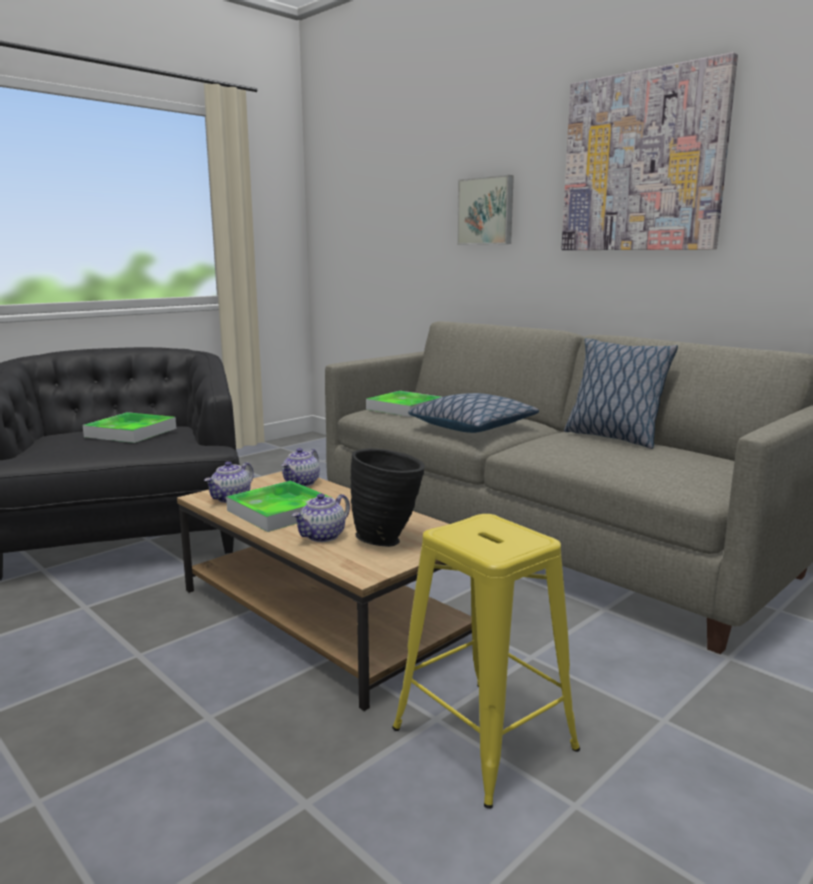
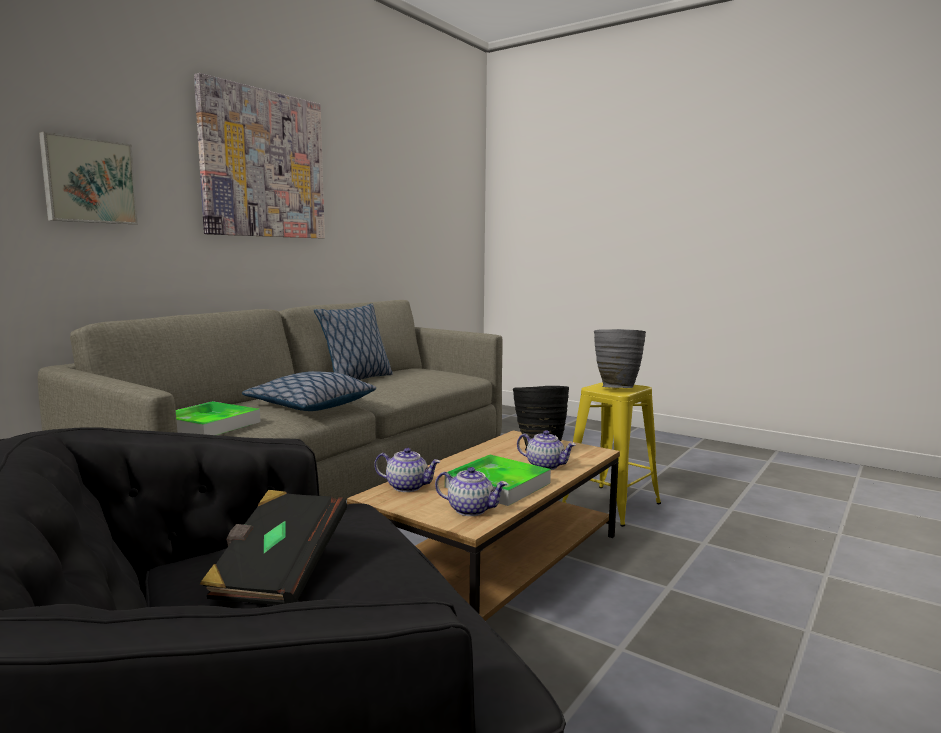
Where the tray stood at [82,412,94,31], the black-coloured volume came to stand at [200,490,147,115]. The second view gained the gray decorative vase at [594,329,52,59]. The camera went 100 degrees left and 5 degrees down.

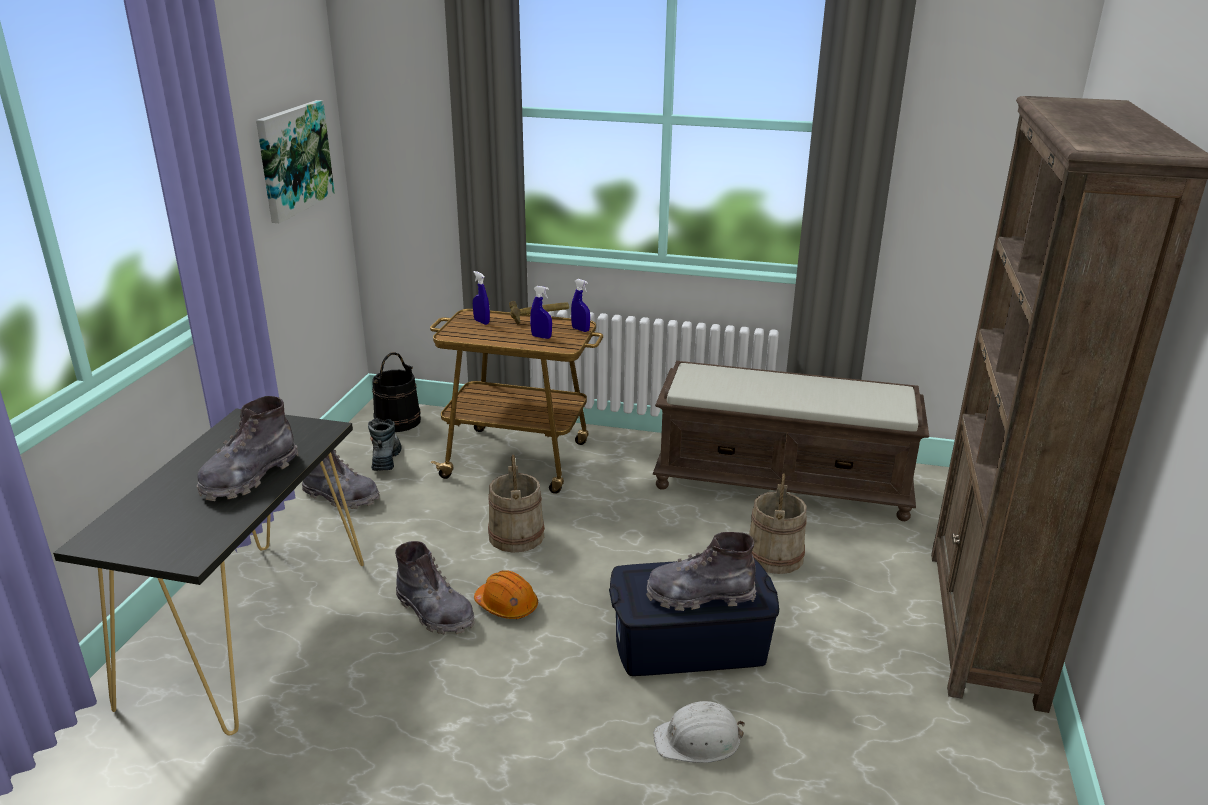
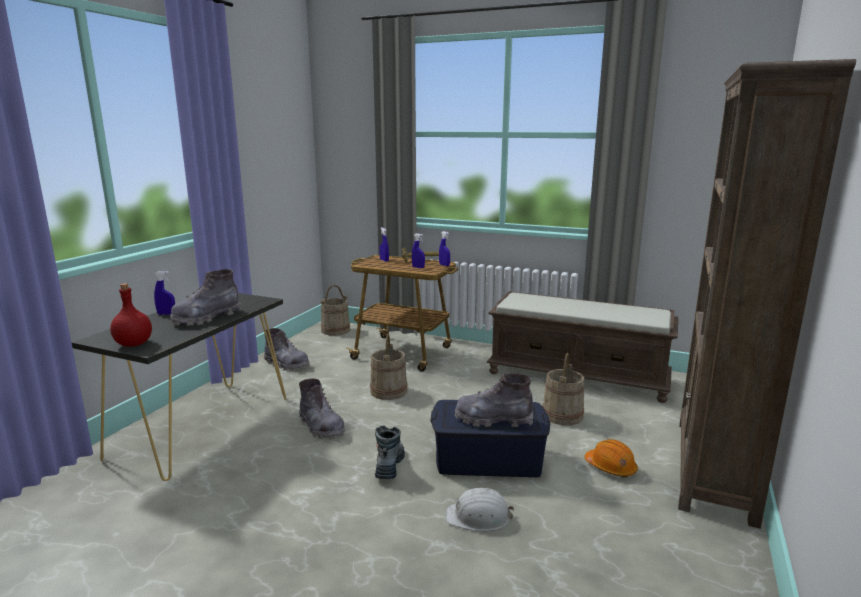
The second view gained the reddish bottle at [110,283,42,64]. The second view gained the blue spray bottle at [154,271,21,44]. What was the black-coloured pail at [372,352,49,80] turned into the beige pail at [320,285,30,51]. The high-top boot ended up elsewhere, having gone from [368,418,33,53] to [375,425,30,54]. The orangey work helmet ended up elsewhere, having gone from [474,570,64,49] to [585,439,53,38]. The second view lost the picture at [256,100,79,123]. The camera went 10 degrees right and 10 degrees down.

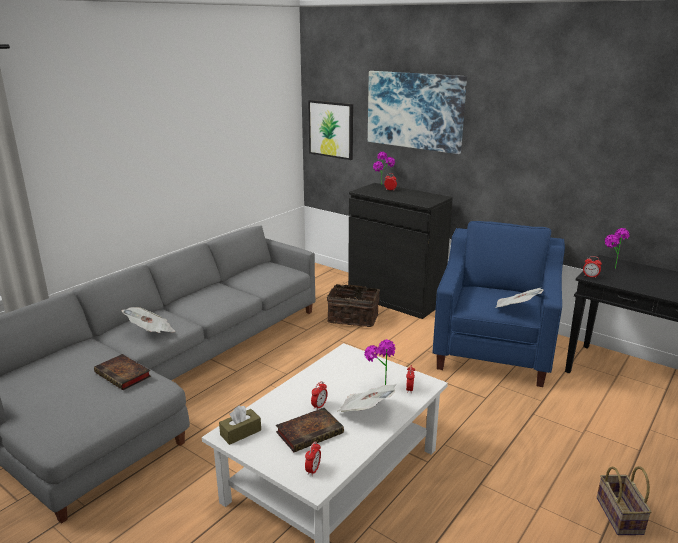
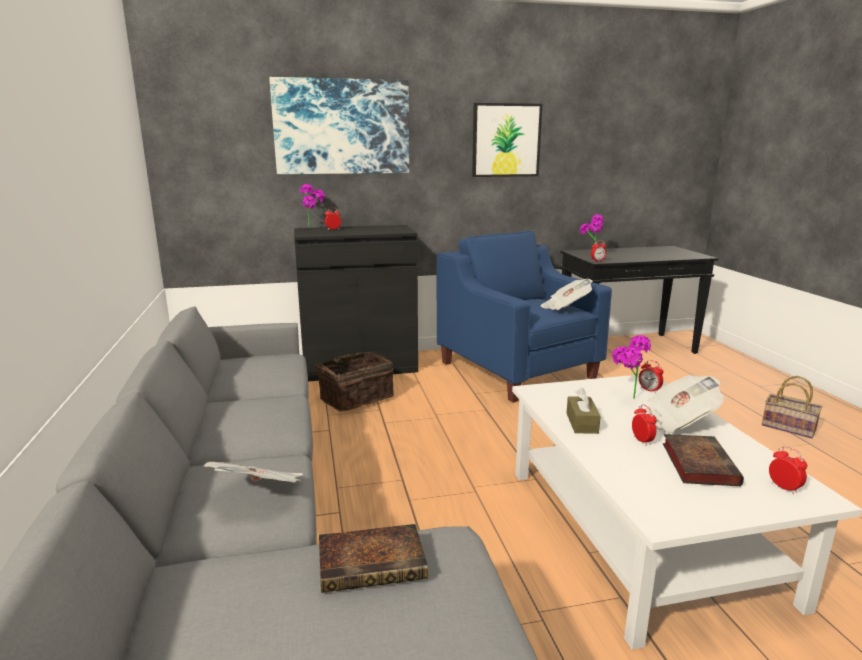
The picture ended up elsewhere, having gone from [308,100,45,60] to [472,103,71,74]. The brownish tissue holder ended up elsewhere, having gone from [219,406,42,39] to [567,388,34,46]. The camera went 50 degrees left and 5 degrees down.

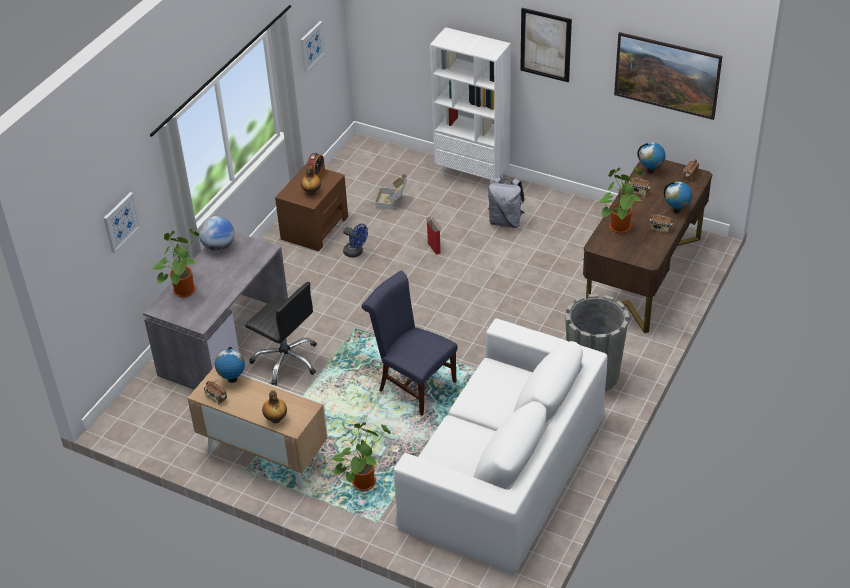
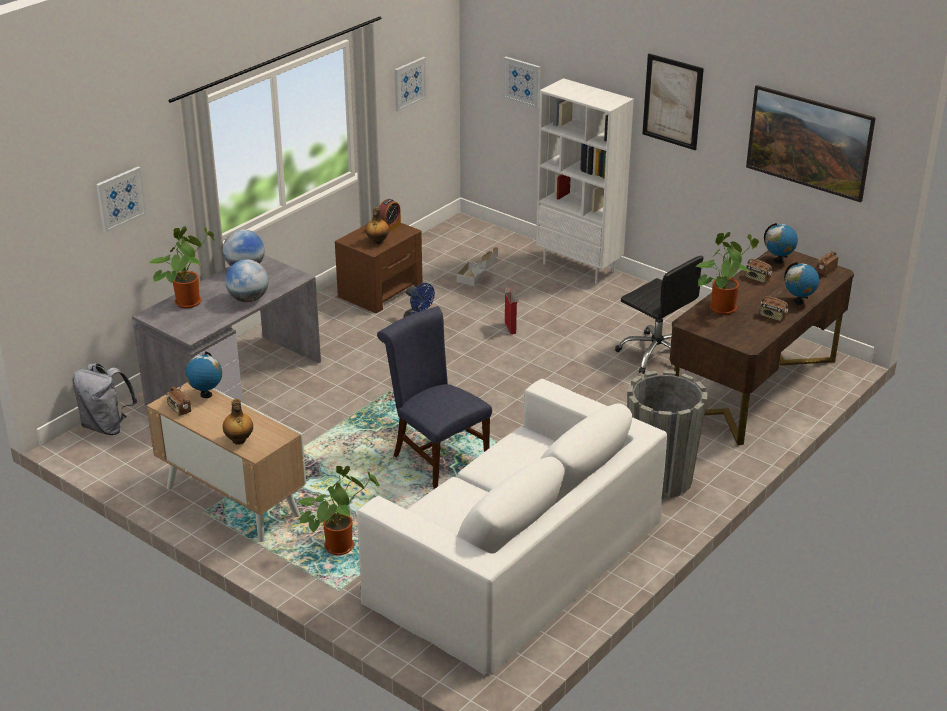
The gray backpack ended up elsewhere, having gone from [488,177,37,51] to [73,363,64,72]. The second view gained the world globe at [225,259,44,43]. The second view gained the picture at [503,57,38,52]. The black-coloured desk chair ended up elsewhere, having gone from [245,282,72,103] to [615,256,89,118]. The camera went 10 degrees right and 10 degrees down.

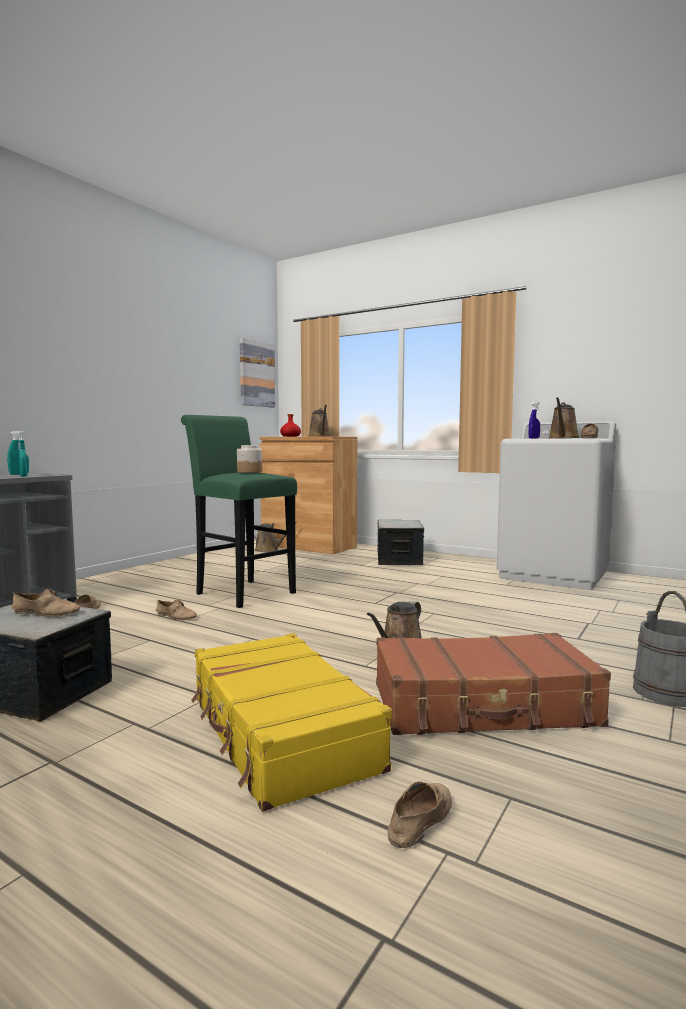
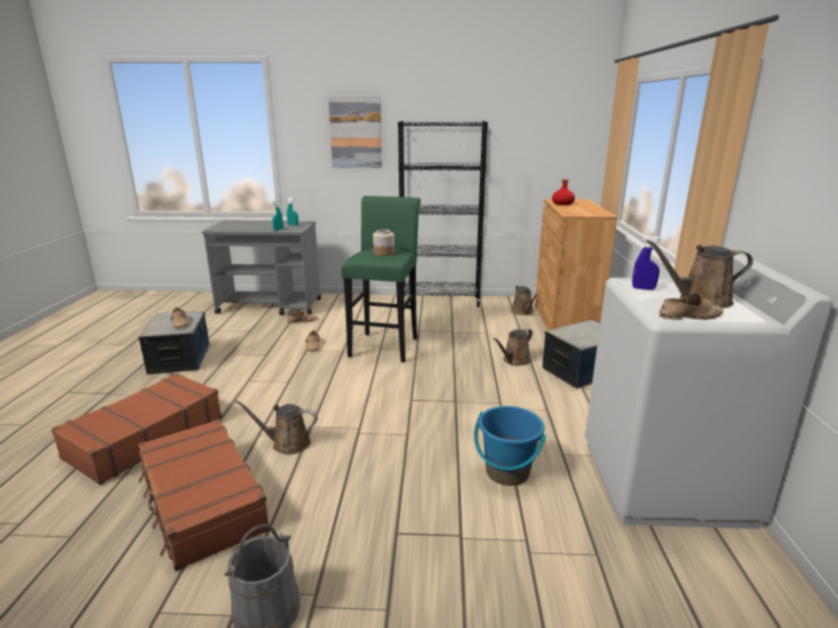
What was the yellowish piece of luggage at [191,633,201,179] turned into the brownish piece of luggage at [51,373,171,112]. The picture ended up elsewhere, having gone from [240,337,35,71] to [328,96,54,72]. The second view gained the black-coloured bookshelf at [398,121,90,186]. The second view gained the blue pail at [474,406,72,80]. The brownish sprinkling can ended up elsewhere, having gone from [309,405,22,32] to [493,328,39,38]. The second view lost the beige shoe at [387,781,65,67]. The camera went 60 degrees right and 15 degrees up.

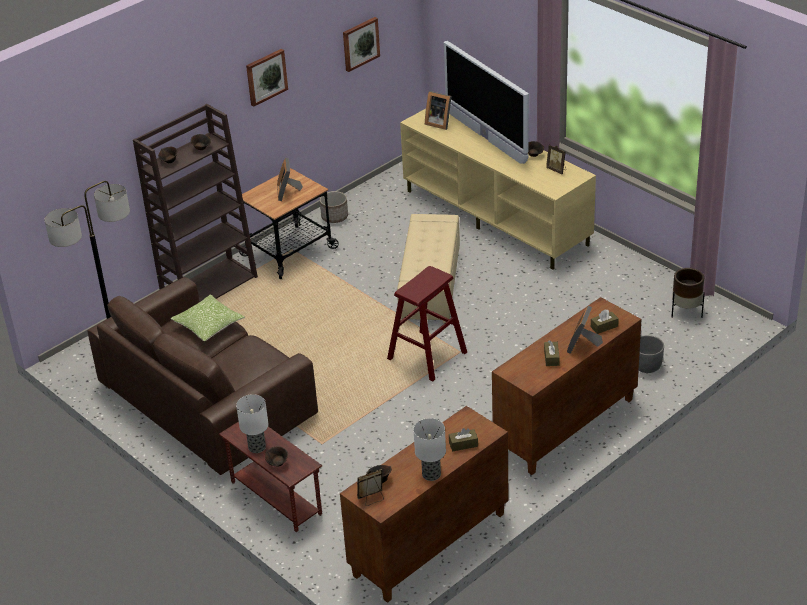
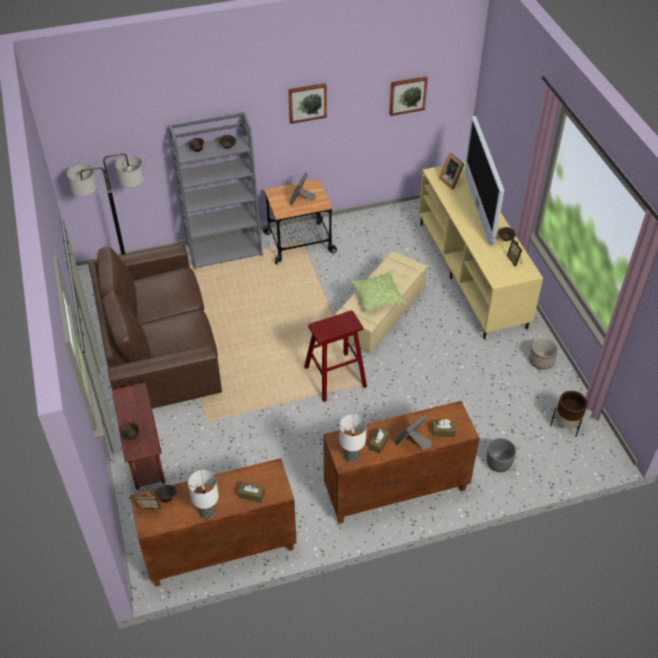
What was the brownish bookshelf at [133,104,125,198] turned into the gray bookshelf at [169,112,94,158]. The table lamp ended up elsewhere, having gone from [236,394,32,59] to [339,414,28,49]. The pillow ended up elsewhere, having gone from [170,295,75,46] to [351,272,55,39]. The plant pot ended up elsewhere, having gone from [320,191,28,32] to [529,338,29,32]. The camera went 25 degrees right and 10 degrees up.

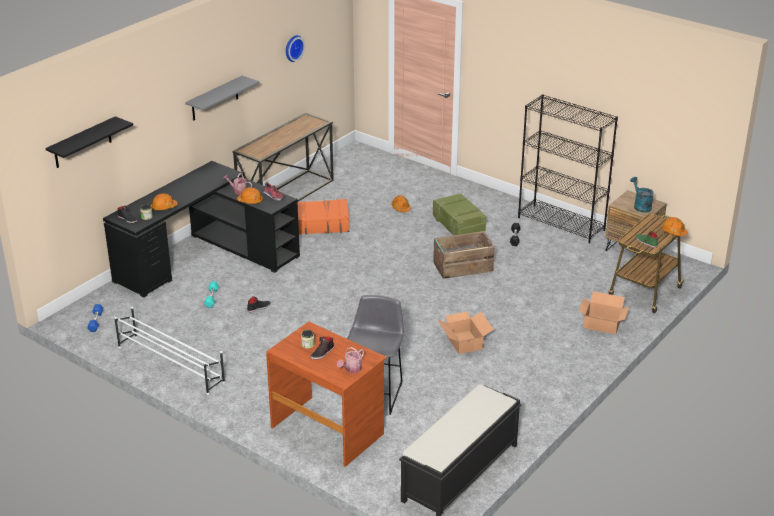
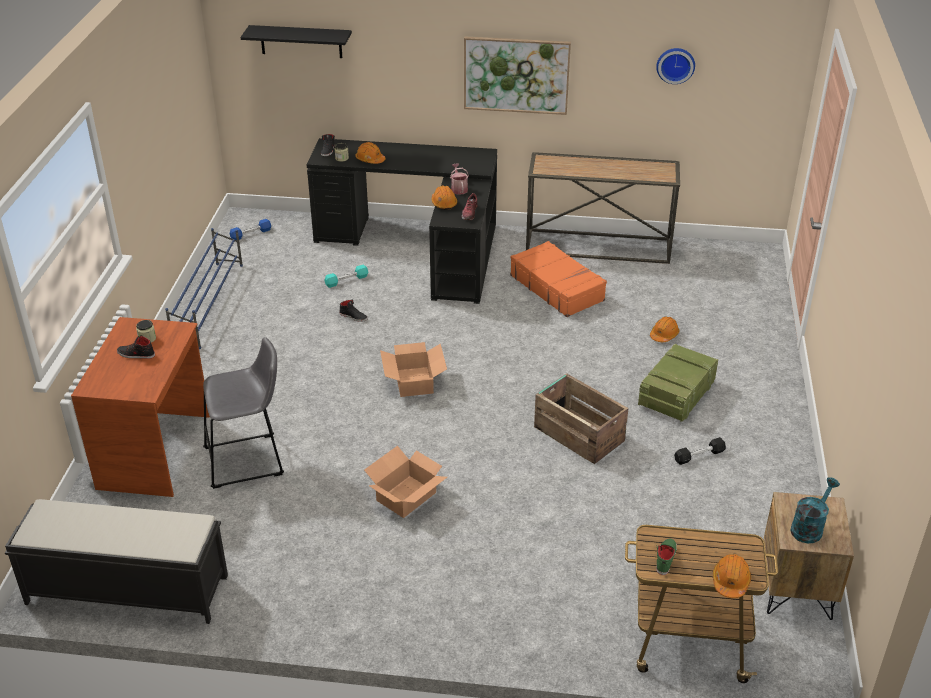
What was the white-coloured shoe rack at [114,307,111,88] turned into the blue shoe rack at [165,228,78,121]. The packing box ended up elsewhere, having gone from [579,291,50,43] to [380,342,67,55]. Where the gray bracket shelf hung at [185,76,74,45], the picture came to hang at [464,36,107,79]. The second view lost the sprinkling can at [337,347,27,26]. The second view lost the black-coloured bookshelf at [518,94,100,149]. The camera went 60 degrees right and 5 degrees up.

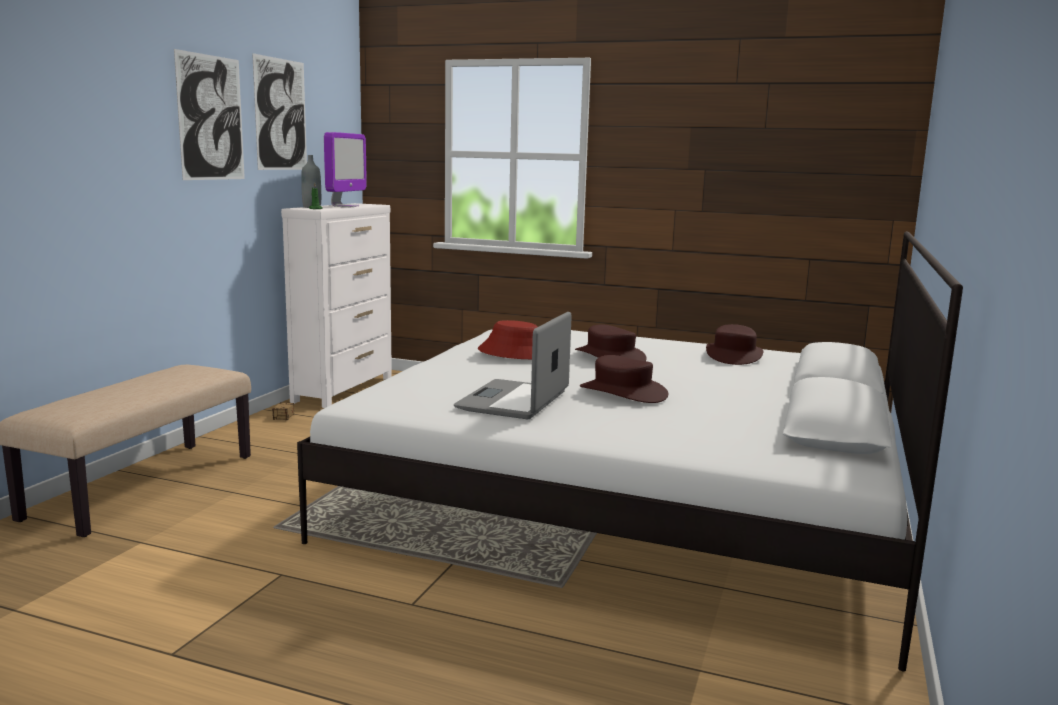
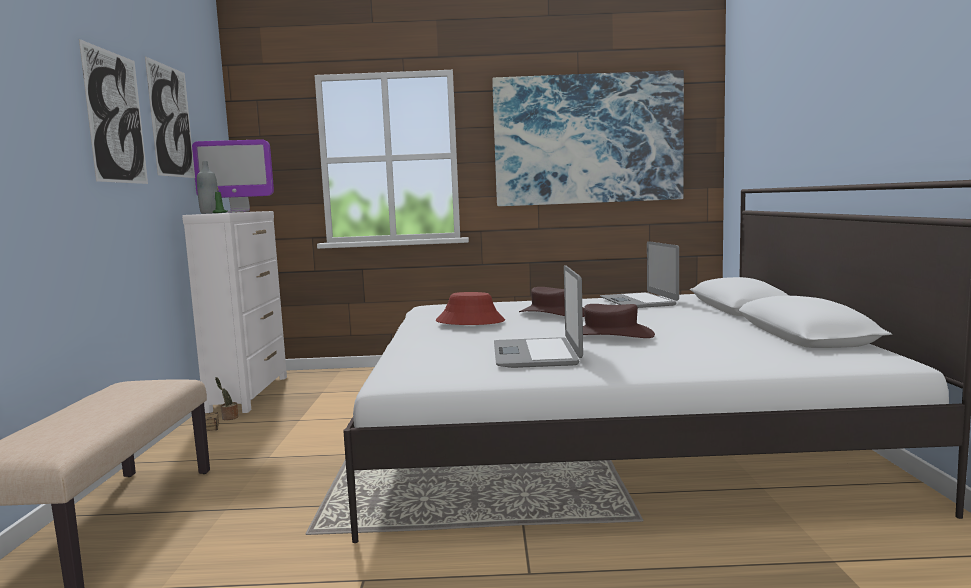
The monitor at [324,132,43,75] ended up facing another way, 90 degrees clockwise from before. The second view gained the potted plant at [215,377,24,43]. The second view gained the picture at [492,70,192,136]. Where the brownish clothing hat stood at [706,324,57,41], the notebook computer came to stand at [600,241,79,67]. The camera went 20 degrees left and 5 degrees down.

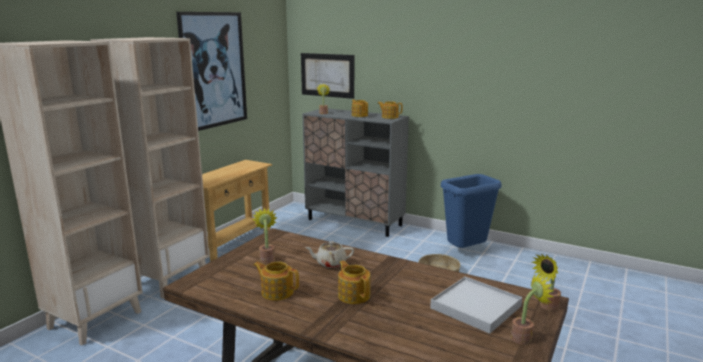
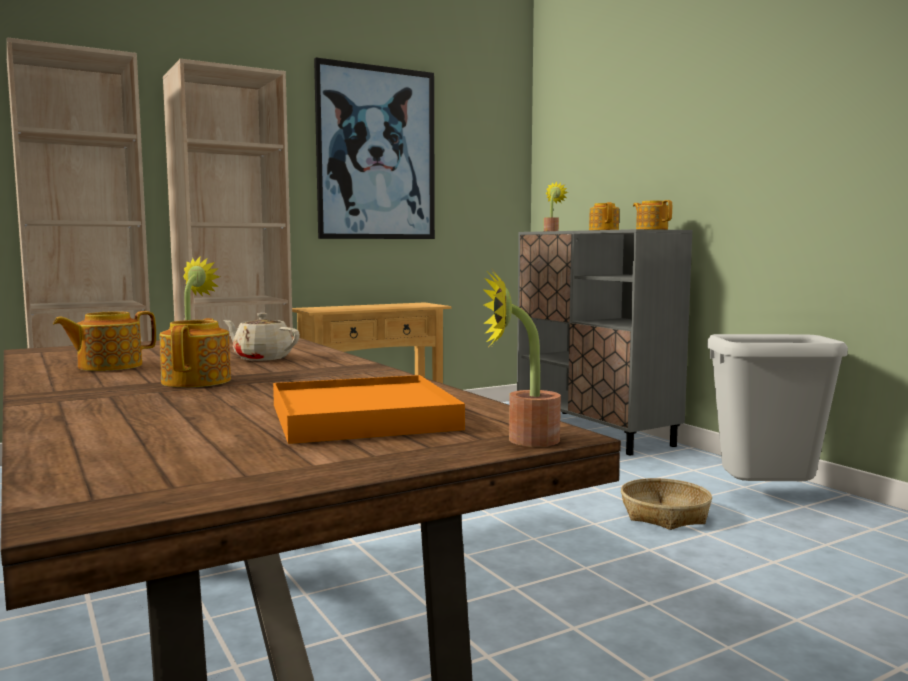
The teapot at [254,261,45,40] ended up facing another way, 90 degrees counterclockwise from before. What was the white-coloured tray at [430,277,92,57] turned into the orangey tray at [273,375,192,69]. What was the blue waste bin at [441,174,61,74] turned into the gray waste bin at [707,334,141,147]. The second view lost the picture at [301,53,53,46]. The second view lost the potted plant at [511,274,43,71]. The camera went 30 degrees right and 10 degrees down.

